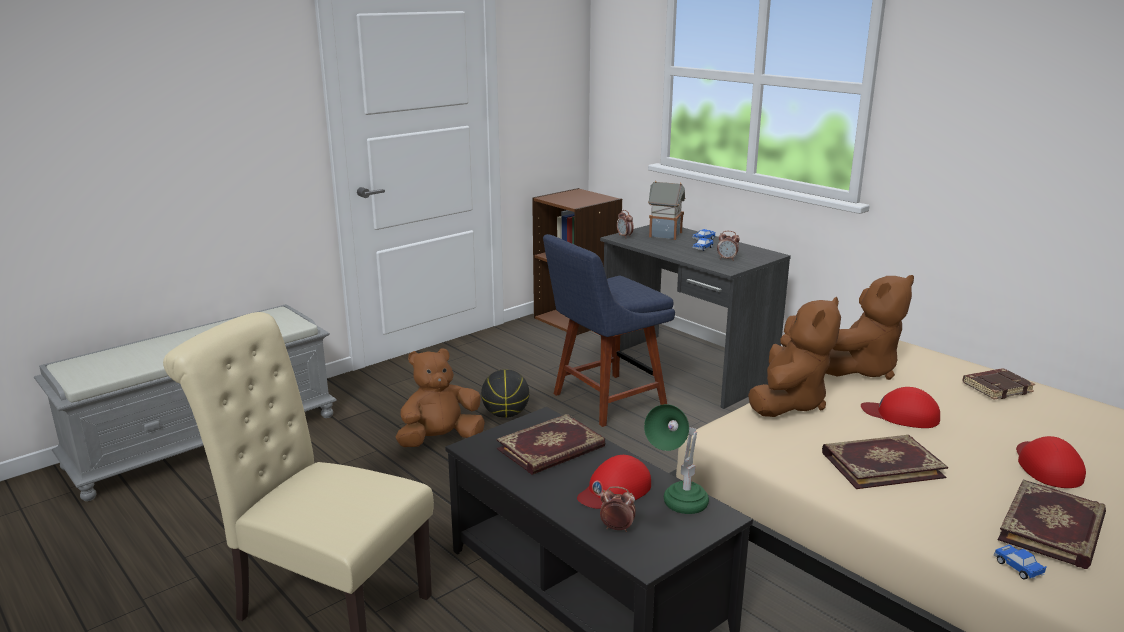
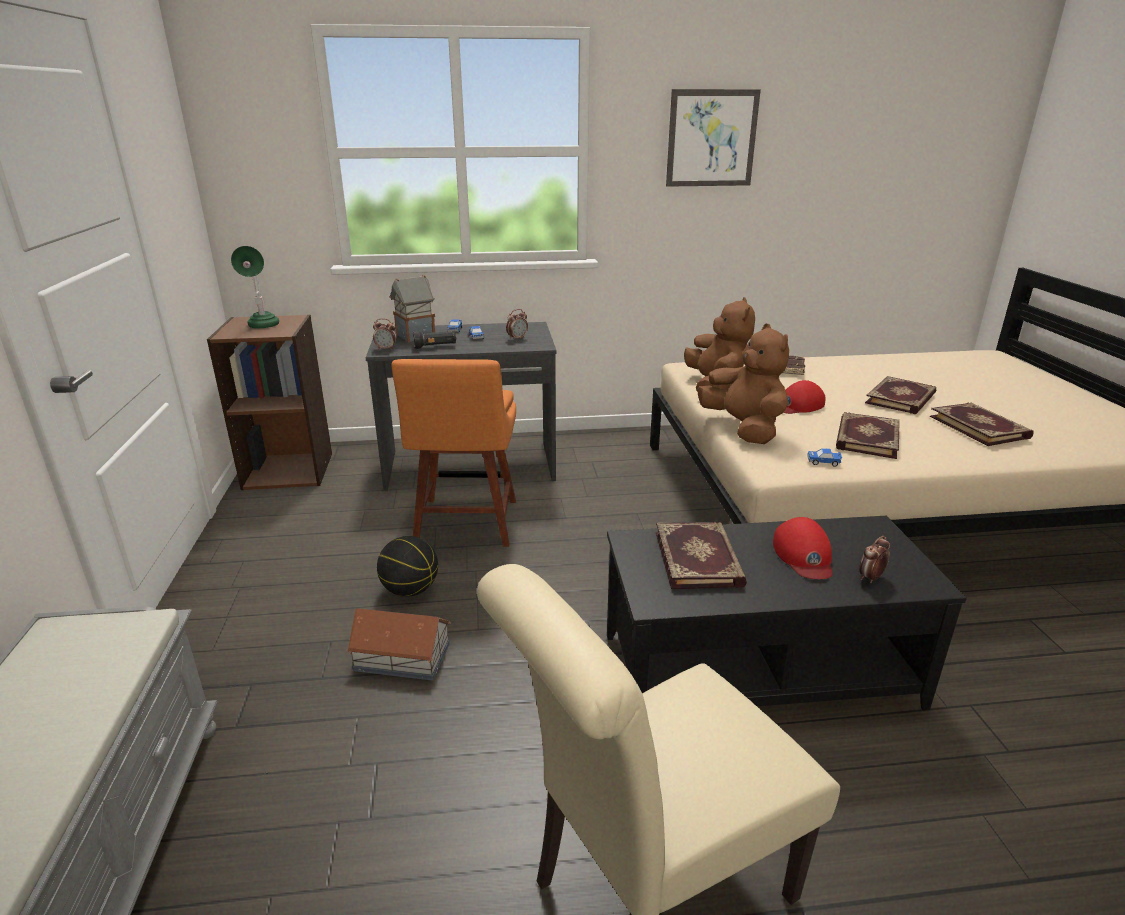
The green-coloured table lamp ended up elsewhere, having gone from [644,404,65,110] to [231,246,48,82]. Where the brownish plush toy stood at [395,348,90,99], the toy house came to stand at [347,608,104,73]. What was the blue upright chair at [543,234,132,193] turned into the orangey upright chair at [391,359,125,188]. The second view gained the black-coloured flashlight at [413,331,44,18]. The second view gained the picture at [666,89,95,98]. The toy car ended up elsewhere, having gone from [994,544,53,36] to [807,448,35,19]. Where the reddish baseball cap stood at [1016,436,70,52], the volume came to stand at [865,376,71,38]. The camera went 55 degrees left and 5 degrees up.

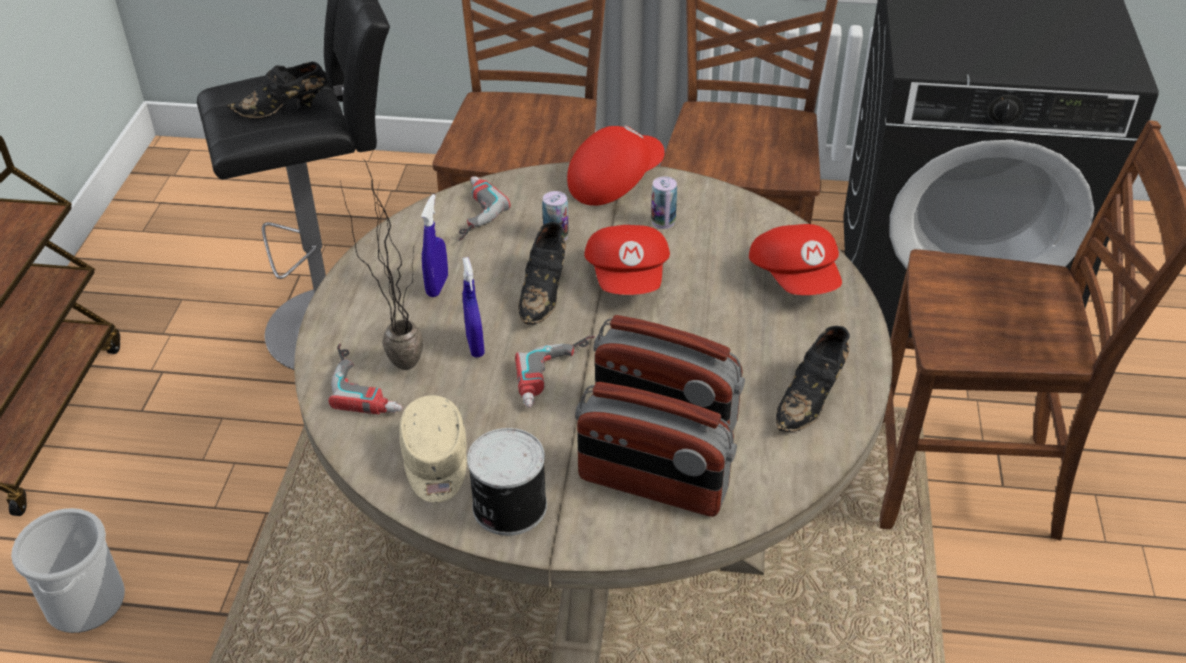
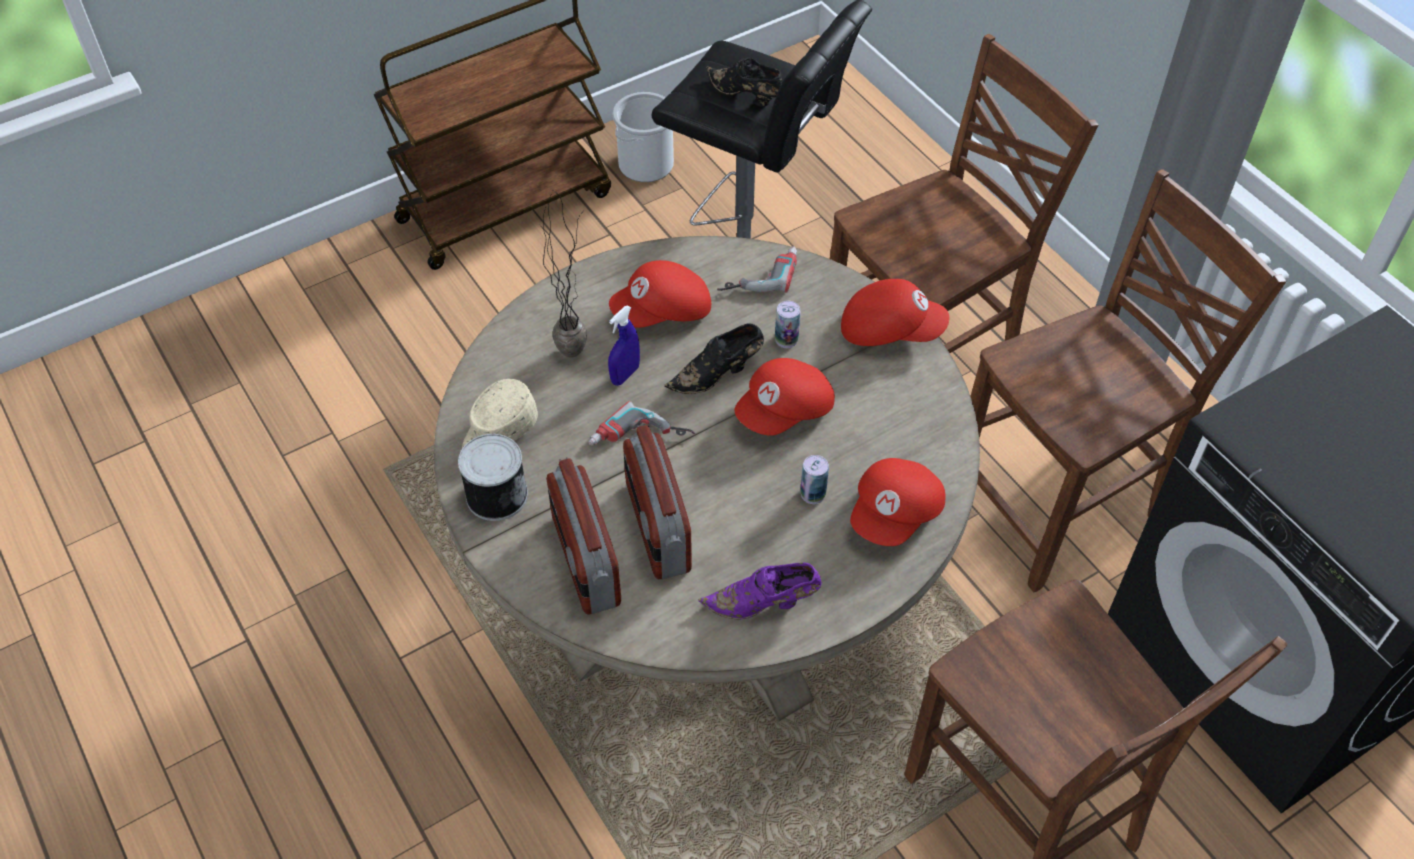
Where the blue spray bottle stood at [421,194,27,103], the reddish baseball cap came to stand at [609,260,102,68]. The pail ended up elsewhere, having gone from [11,508,114,125] to [613,92,61,90]. What was the black-coloured shoe at [776,326,74,106] turned into the purple shoe at [698,563,124,57]. The metal can ended up elsewhere, having gone from [651,176,26,53] to [800,455,29,49]. The second view lost the electric drill at [329,343,74,72]. The camera went 50 degrees right and 10 degrees up.

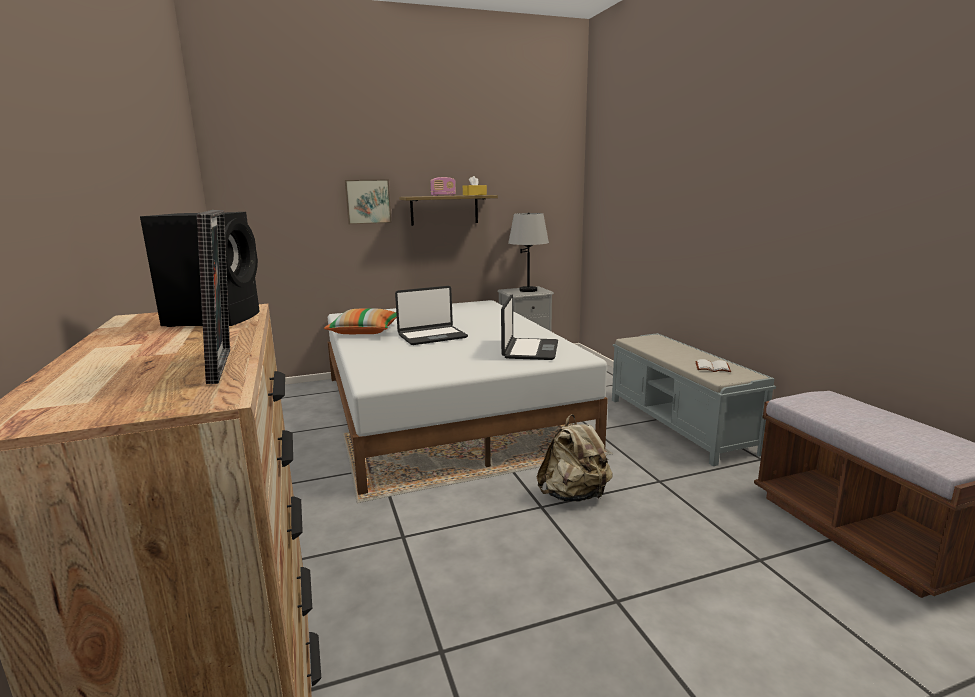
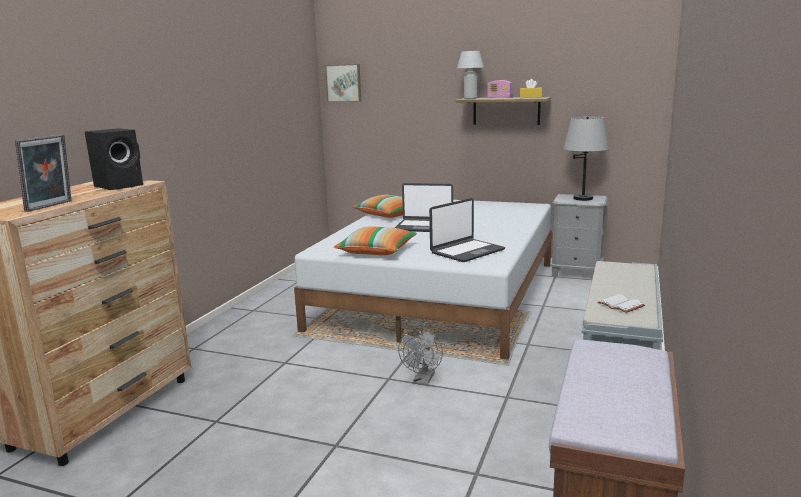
The picture ended up elsewhere, having gone from [345,180,46,44] to [325,64,36,38]. The second view gained the pillow at [334,226,83,29]. Where the beige backpack stood at [537,414,75,88], the gray fan came to stand at [398,328,45,57]. The second view gained the white-coloured table lamp at [457,51,27,48]. The camera went 40 degrees right and 0 degrees up.

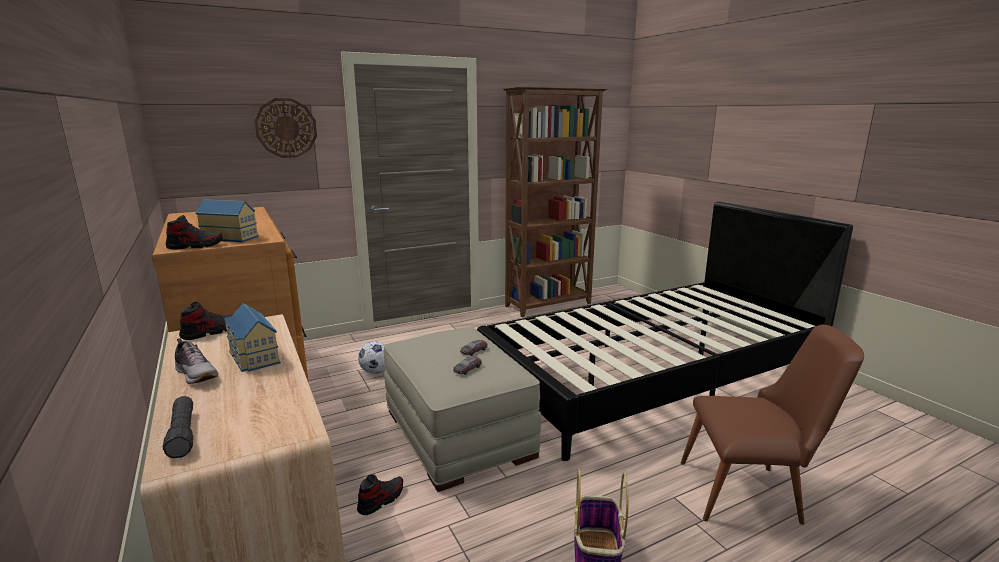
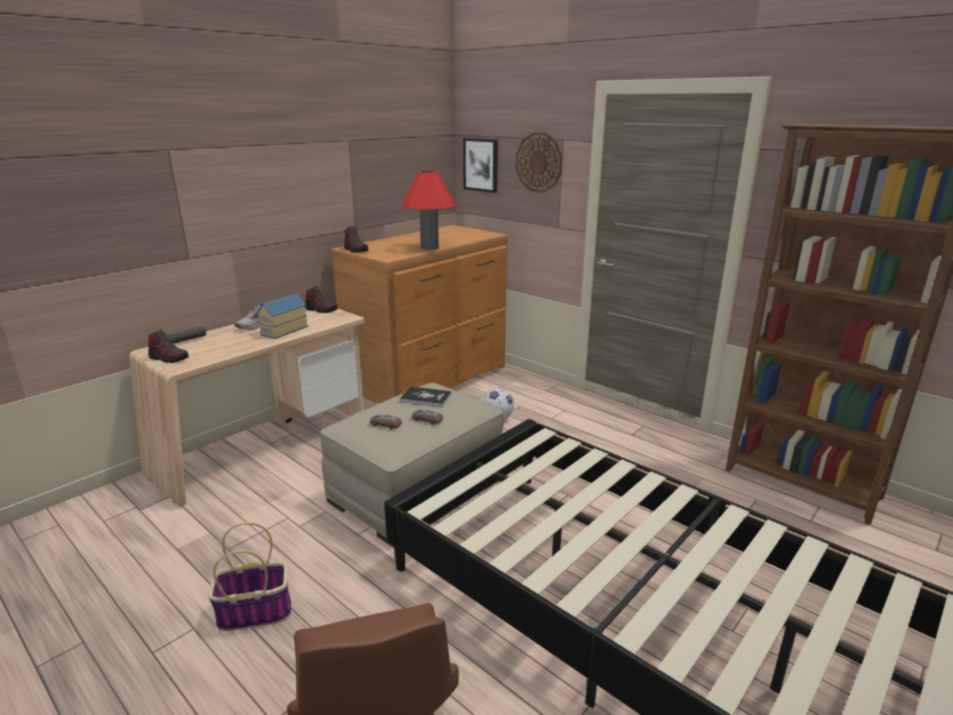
The shoe ended up elsewhere, having gone from [357,474,46,41] to [148,329,41,34]. The second view gained the volume at [400,386,52,21]. The second view gained the reddish table lamp at [402,170,54,80]. The second view gained the picture at [463,138,35,55]. The second view lost the toy house at [195,199,64,43]. The camera went 70 degrees right and 5 degrees up.

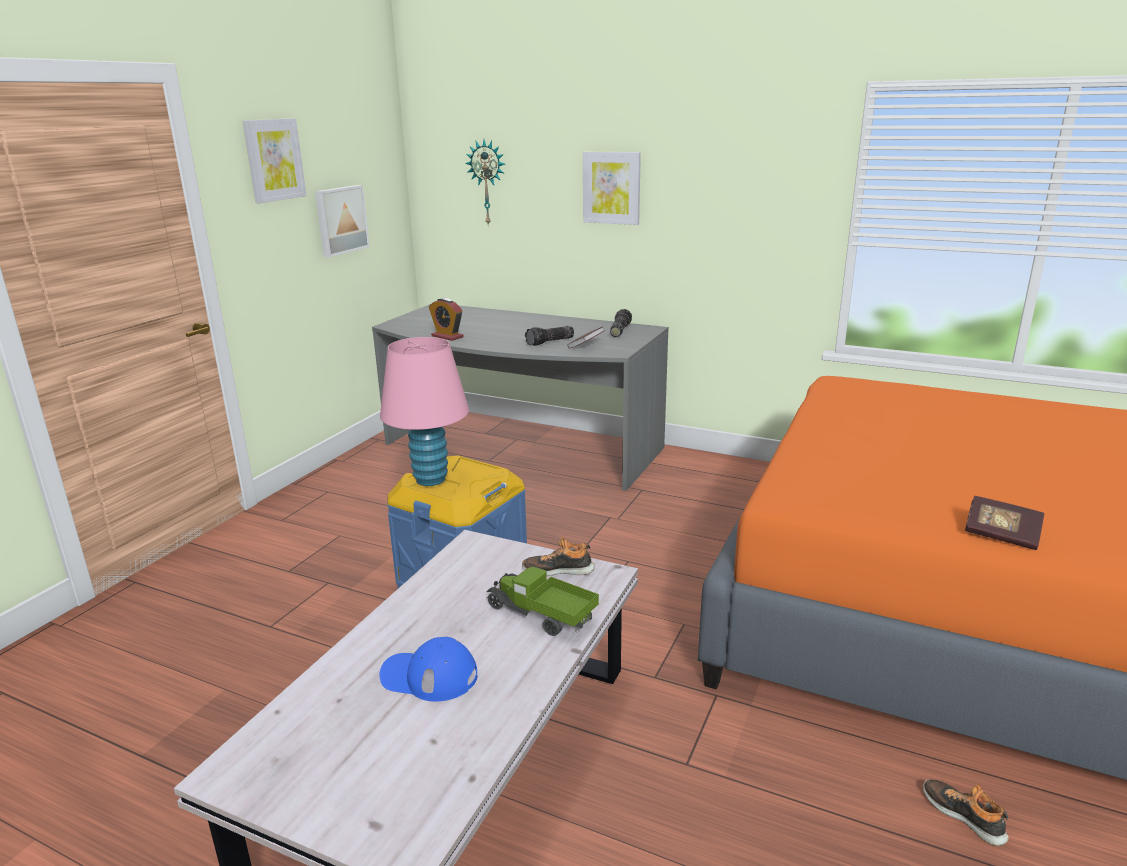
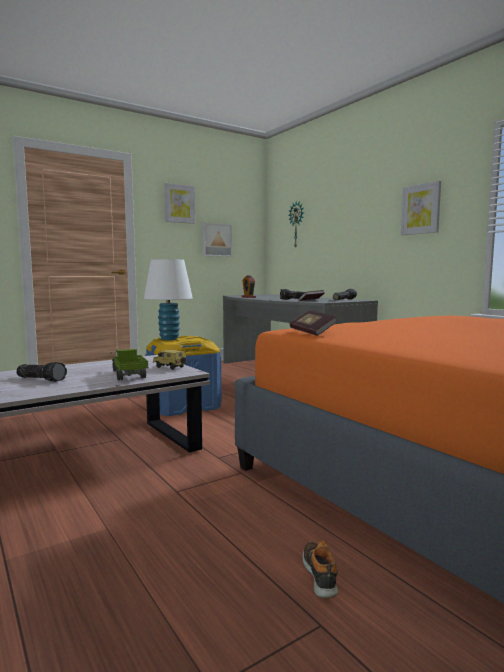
Where the blue baseball cap stood at [380,637,97,65], the flashlight came to stand at [16,362,51,20]. What was the pink-coloured table lamp at [380,337,89,149] turned into the white-coloured table lamp at [144,259,49,81]. Where the shoe stood at [522,537,73,39], the toy car came to stand at [153,350,34,20]. The volume ended up elsewhere, having gone from [965,496,79,54] to [289,310,48,26]. The picture ended up elsewhere, having gone from [583,152,58,73] to [401,181,40,54]. The camera went 30 degrees right and 15 degrees down.

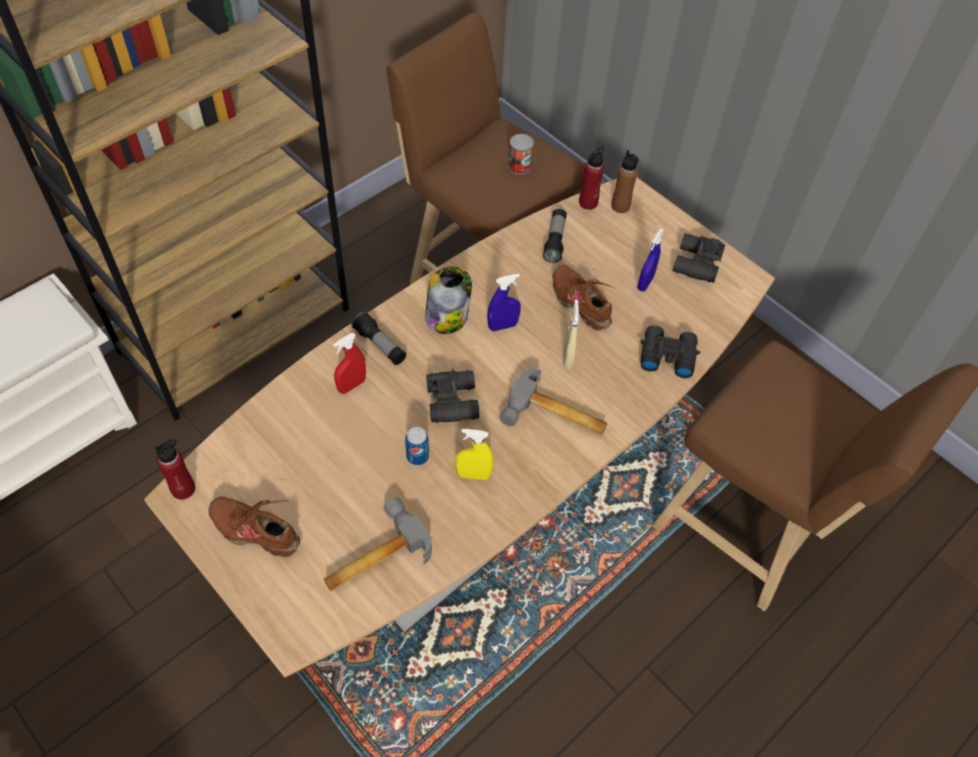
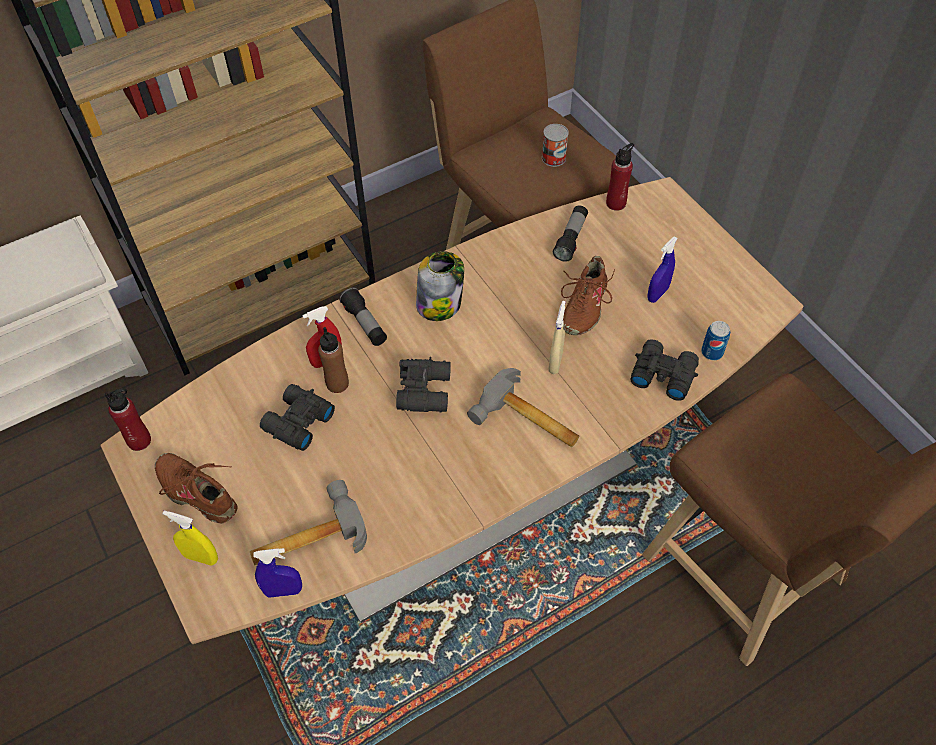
The yellowish spray bottle ended up elsewhere, having gone from [455,429,39,51] to [163,511,55,55]. The blue spray bottle ended up elsewhere, having gone from [487,274,34,57] to [254,548,48,50]. The black-coloured binoculars ended up elsewhere, having gone from [673,234,52,49] to [260,384,75,67]. The brownish bottle ended up elsewhere, having gone from [611,150,28,63] to [318,327,31,66]. The brownish shoe at [552,265,65,66] ended up facing another way, 135 degrees counterclockwise from before. The metal can ended up elsewhere, having gone from [405,427,24,38] to [701,321,29,39]. The camera went 15 degrees right and 0 degrees up.

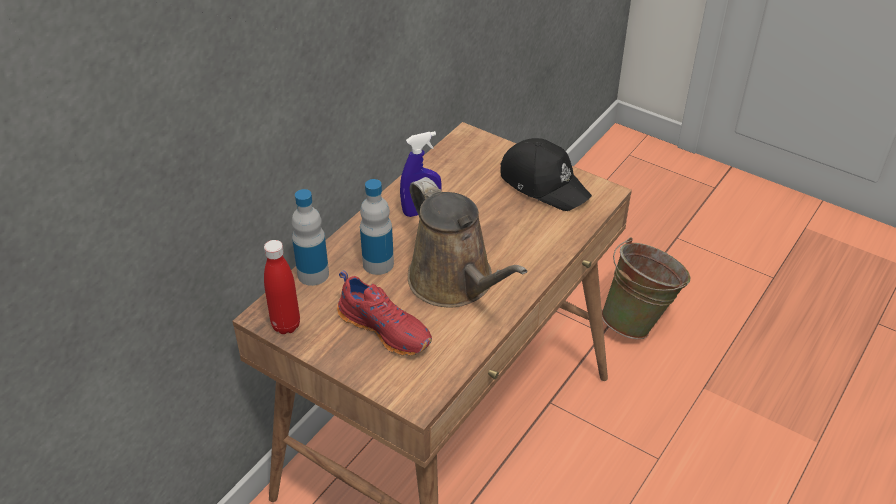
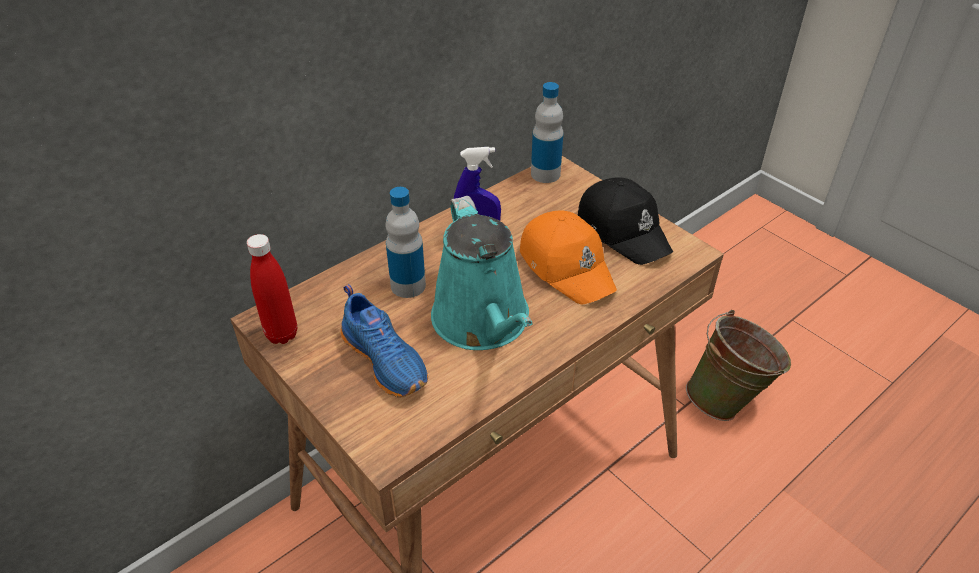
What was the reddish shoe at [337,270,95,86] turned into the blue shoe at [340,284,88,113]. What was the brownish sprinkling can at [408,177,119,131] turned into the turquoise sprinkling can at [431,196,102,154]. The second view gained the orangey baseball cap at [520,210,97,94]. The bottle ended up elsewhere, having gone from [292,189,37,97] to [531,82,33,101]. The camera went 15 degrees right and 0 degrees up.

